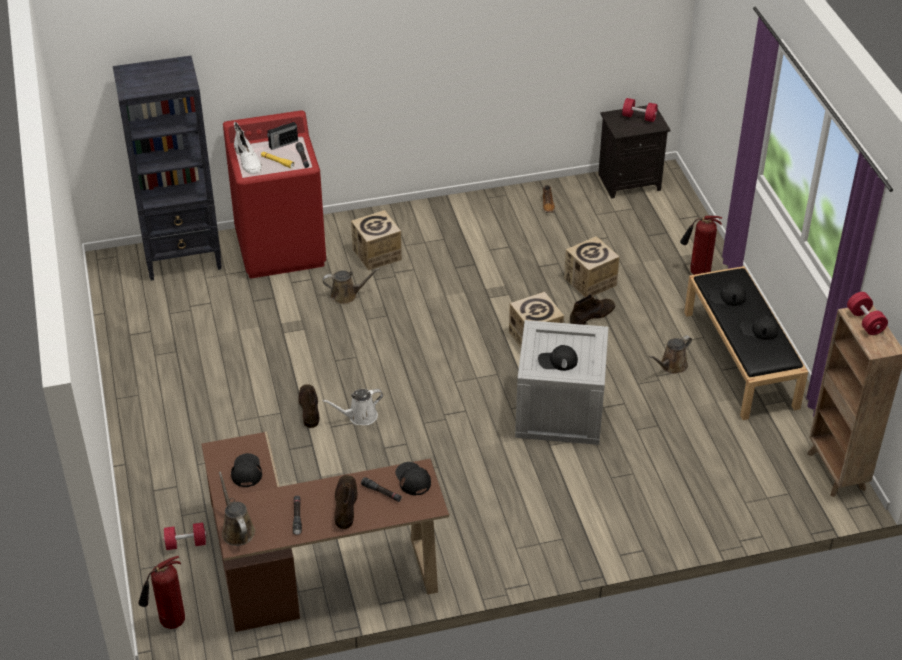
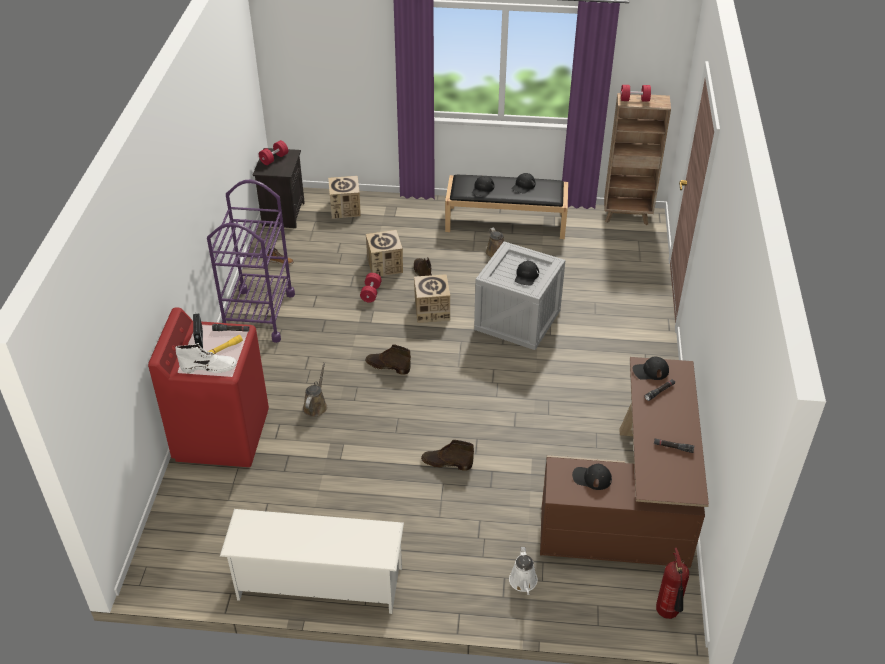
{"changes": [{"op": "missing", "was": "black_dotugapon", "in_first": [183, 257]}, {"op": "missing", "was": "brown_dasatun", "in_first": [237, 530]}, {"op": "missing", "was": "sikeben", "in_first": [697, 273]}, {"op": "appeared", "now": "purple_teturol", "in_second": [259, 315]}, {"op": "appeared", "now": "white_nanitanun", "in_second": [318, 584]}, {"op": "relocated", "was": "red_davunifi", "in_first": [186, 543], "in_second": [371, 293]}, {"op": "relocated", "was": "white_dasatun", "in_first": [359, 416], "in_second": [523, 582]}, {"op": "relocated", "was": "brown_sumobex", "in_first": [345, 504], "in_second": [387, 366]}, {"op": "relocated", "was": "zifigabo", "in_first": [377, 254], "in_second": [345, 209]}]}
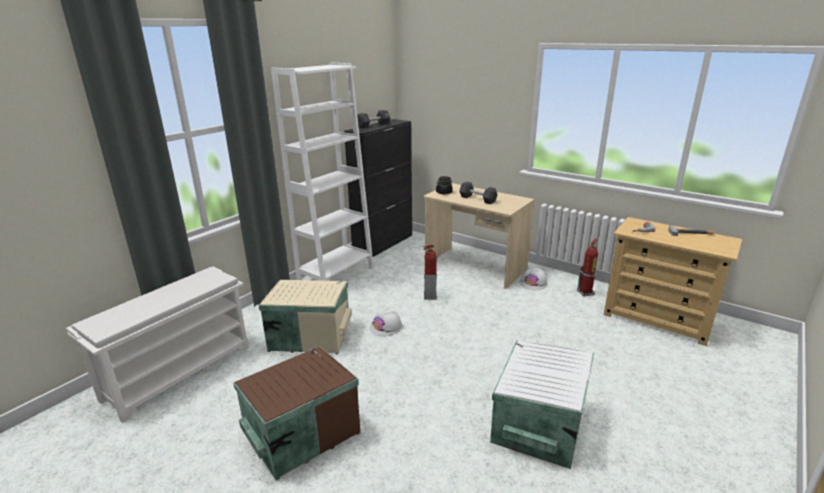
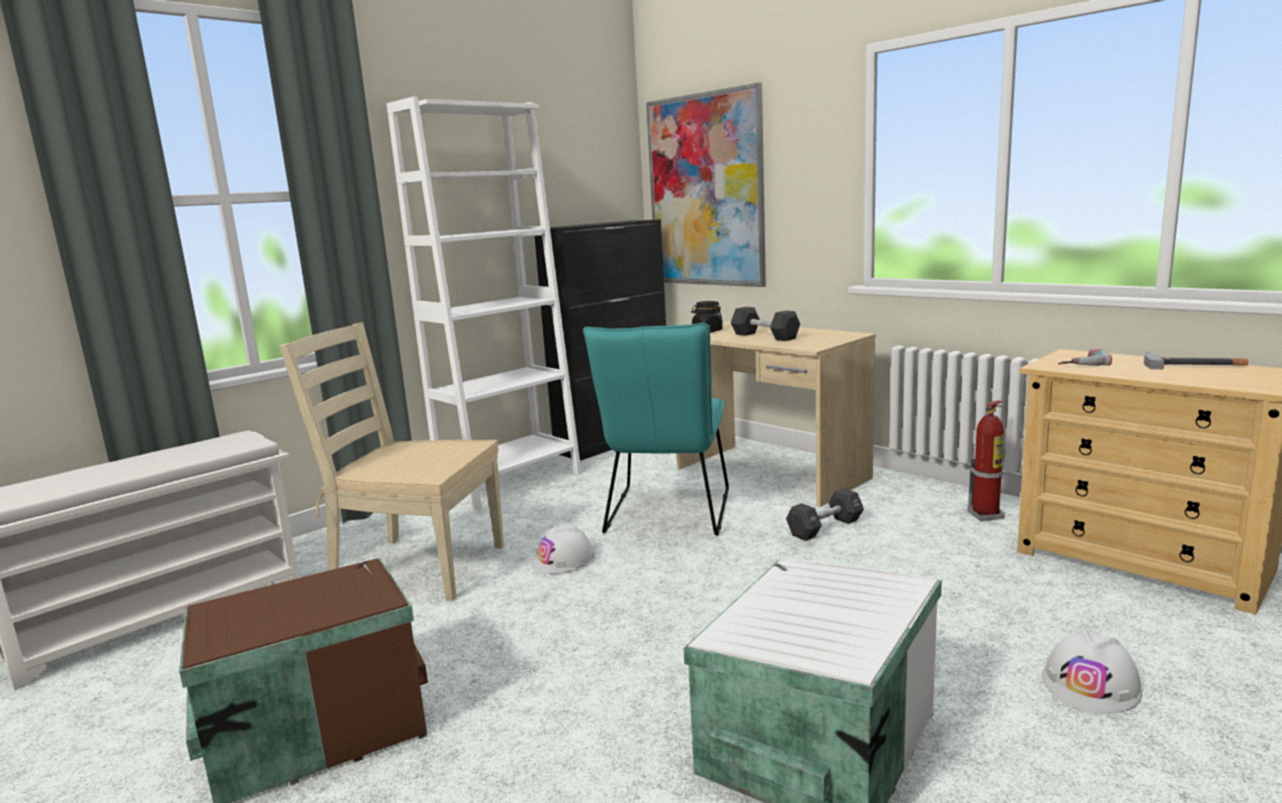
{"changes": [{"op": "appeared", "now": "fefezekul", "in_second": [705, 191]}, {"op": "relocated", "was": "black_davunifi", "in_first": [373, 125], "in_second": [825, 527]}, {"op": "relocated", "was": "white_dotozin", "in_first": [533, 283], "in_second": [1091, 685]}, {"op": "exchanged", "was": "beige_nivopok", "now": "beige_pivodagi", "in_first": [309, 334], "in_second": [418, 567]}, {"op": "exchanged", "was": "sikeben", "now": "turquoise_pivodagi", "in_first": [429, 296], "in_second": [666, 515]}]}
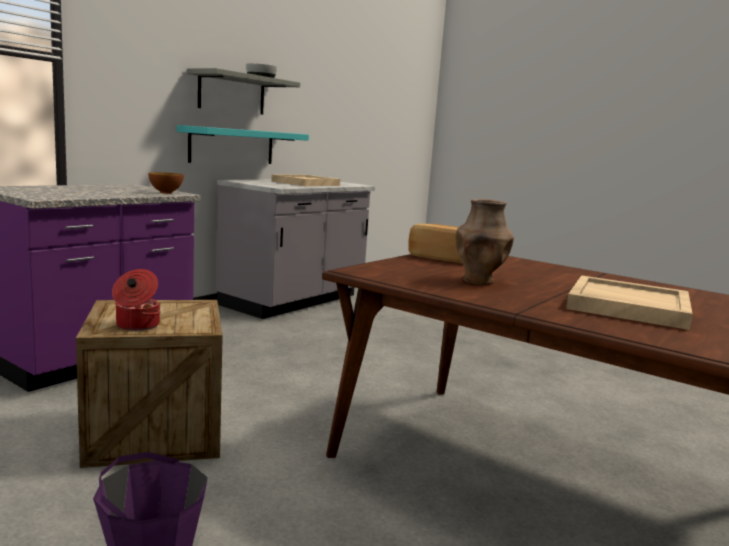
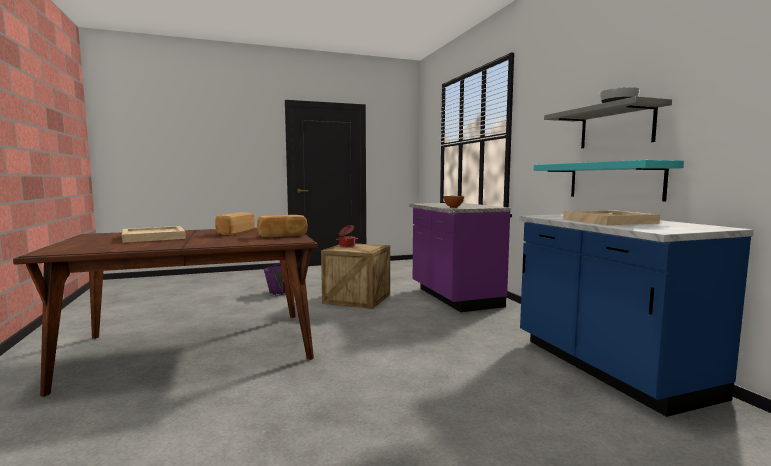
{"changes": [{"op": "exchanged", "was": "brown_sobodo", "now": "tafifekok", "in_first": [478, 281], "in_second": [234, 232]}, {"op": "colour", "was": "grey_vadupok", "now": "blue_vadupok", "in_first": [295, 301], "in_second": [608, 368]}]}
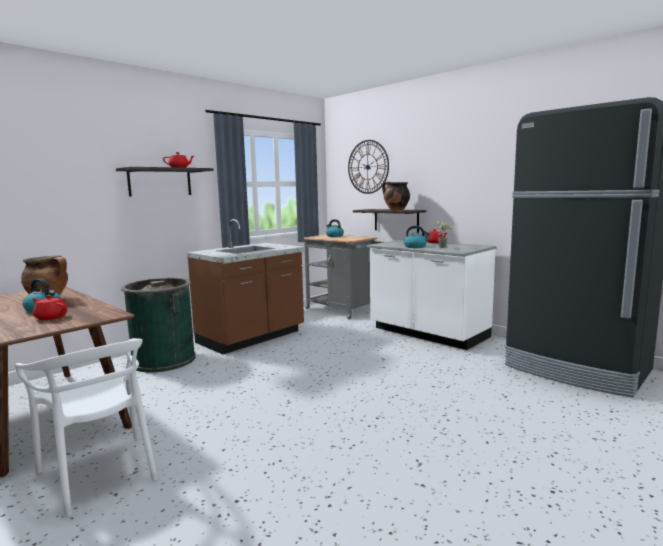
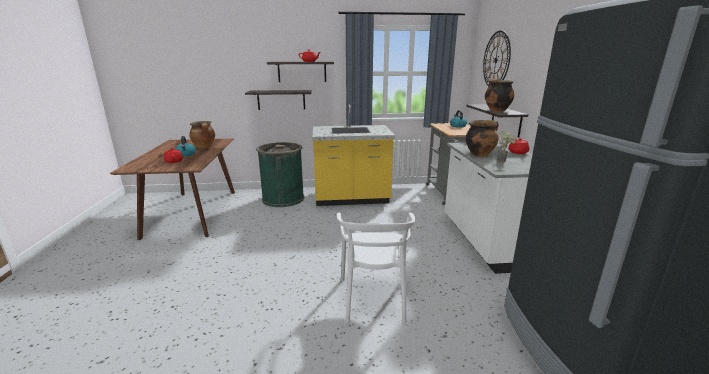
{"changes": [{"op": "appeared", "now": "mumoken", "in_second": [281, 100]}, {"op": "relocated", "was": "white_pivodagi", "in_first": [100, 473], "in_second": [374, 298]}, {"op": "exchanged", "was": "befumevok", "now": "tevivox", "in_first": [415, 247], "in_second": [479, 154]}, {"op": "colour", "was": "brown_vadupok", "now": "yellow_vadupok", "in_first": [252, 337], "in_second": [351, 198]}]}
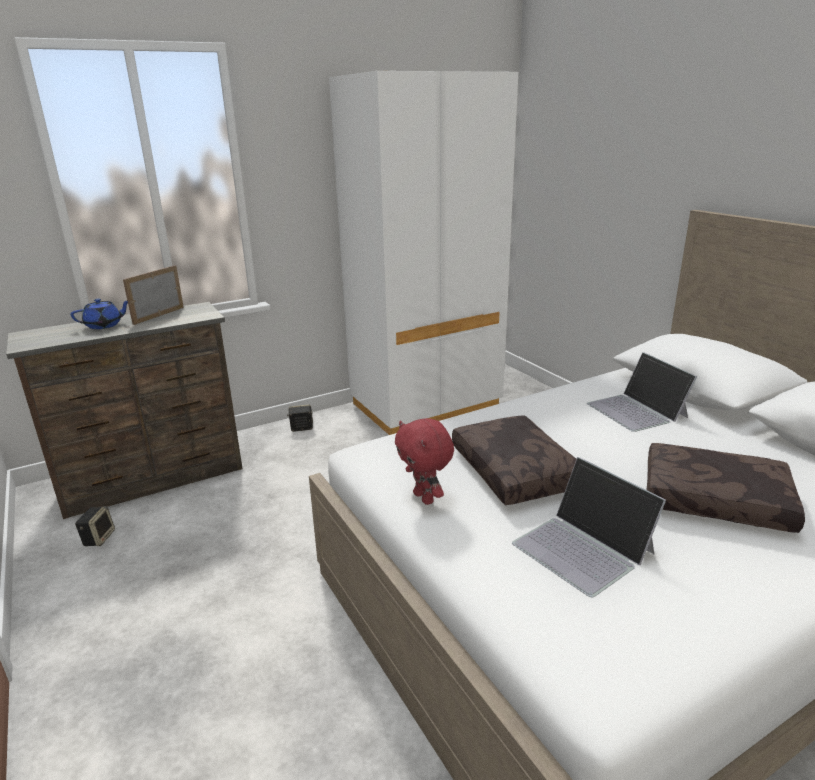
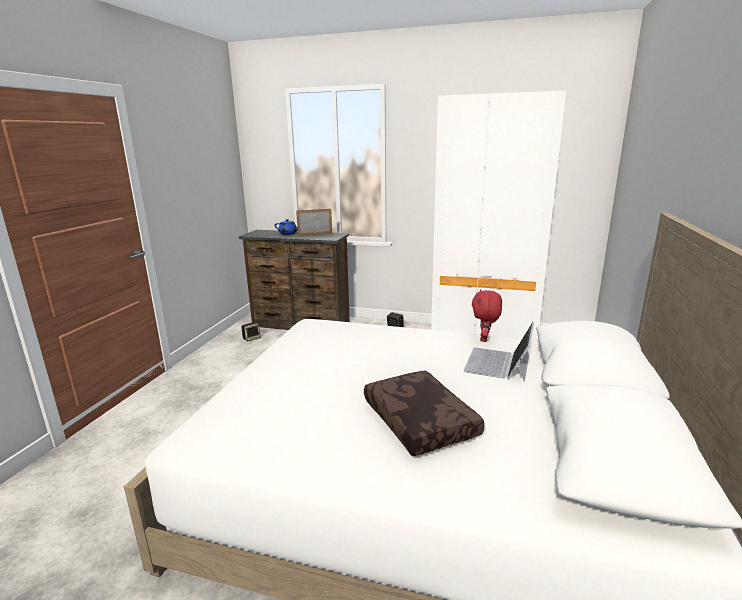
{"changes": [{"op": "missing", "was": "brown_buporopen", "in_first": [517, 471]}, {"op": "missing", "was": "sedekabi", "in_first": [583, 548]}, {"op": "relocated", "was": "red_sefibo", "in_first": [425, 498], "in_second": [485, 339]}]}
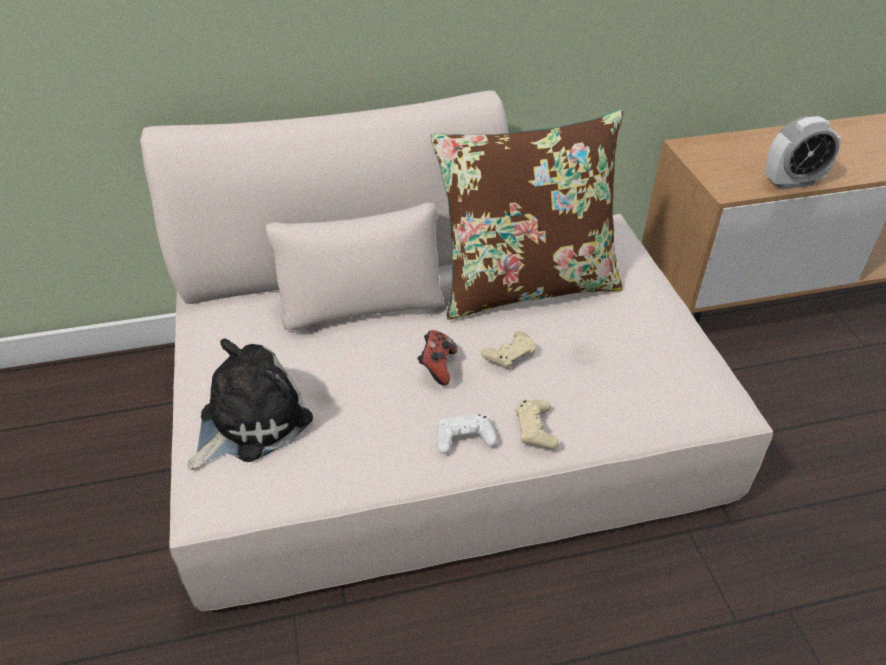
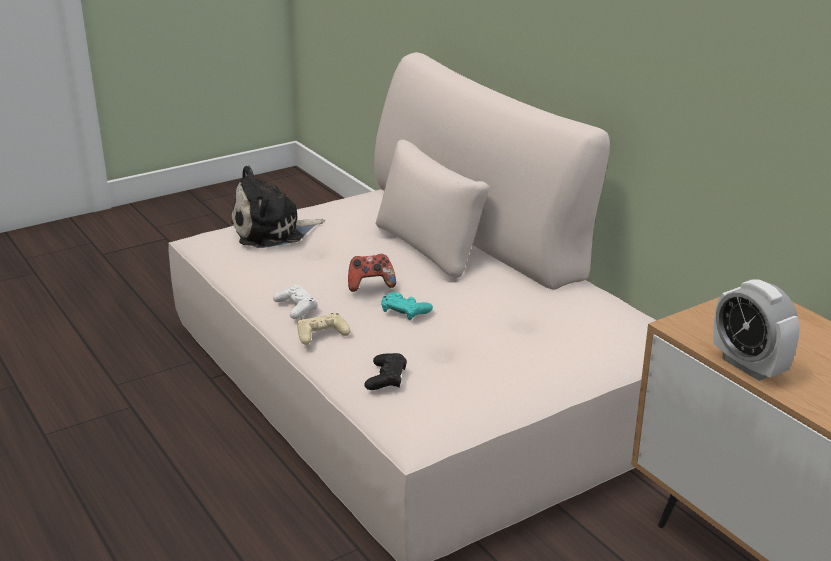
{"changes": [{"op": "missing", "was": "brown_buporopen", "in_first": [526, 285]}, {"op": "appeared", "now": "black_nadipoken", "in_second": [386, 378]}, {"op": "colour", "was": "beige_nadipoken", "now": "turquoise_nadipoken", "in_first": [510, 355], "in_second": [405, 311]}, {"op": "spun", "was": "sefibo", "in_first": [249, 421], "in_second": [272, 231], "clockwise": 135}]}
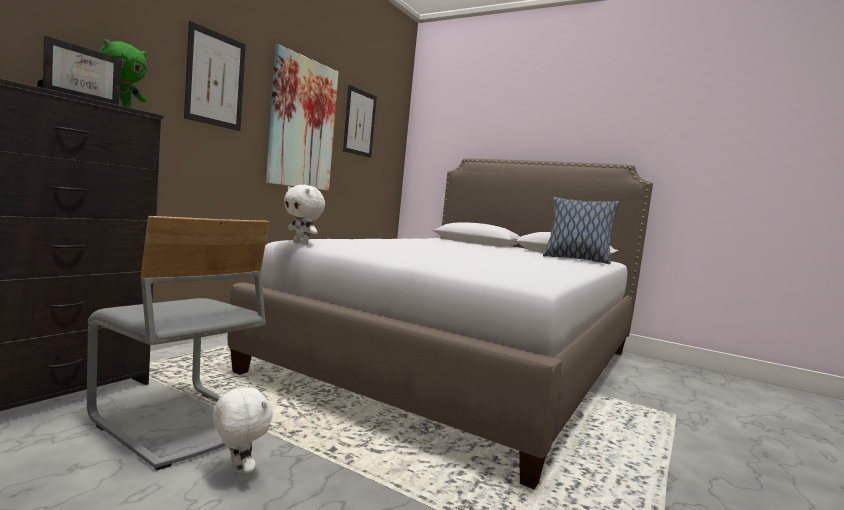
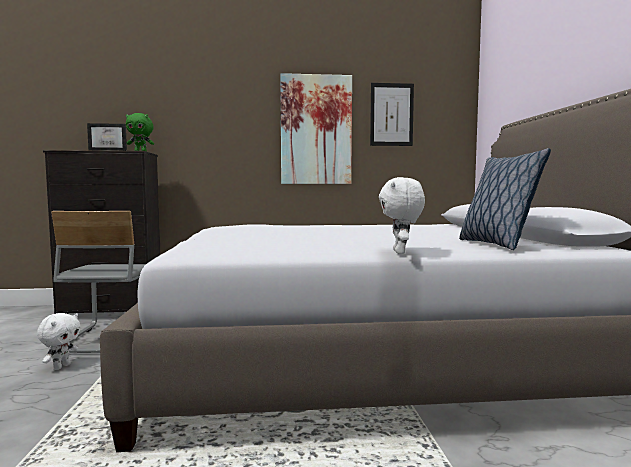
{"changes": [{"op": "missing", "was": "fefezekul", "in_first": [215, 79]}, {"op": "relocated", "was": "white_sefibo", "in_first": [301, 243], "in_second": [401, 252]}]}
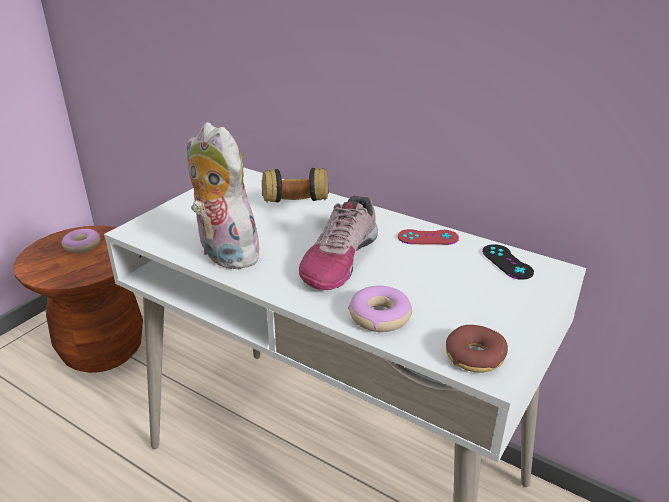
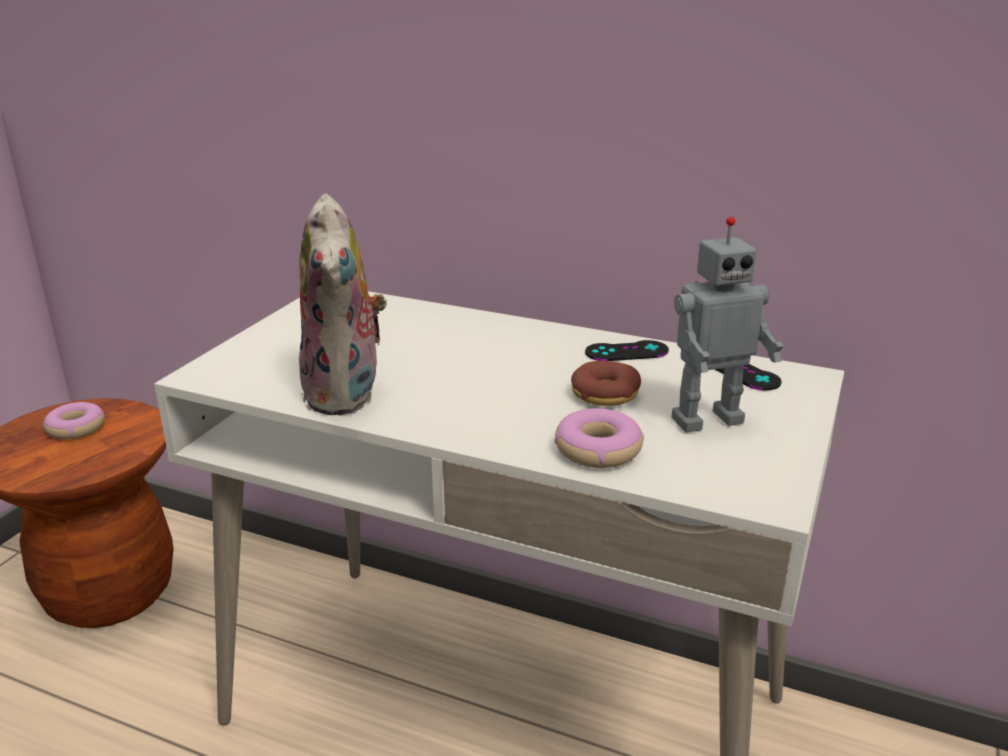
{"changes": [{"op": "missing", "was": "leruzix", "in_first": [296, 213]}, {"op": "missing", "was": "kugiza", "in_first": [339, 259]}, {"op": "appeared", "now": "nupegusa", "in_second": [705, 419]}, {"op": "relocated", "was": "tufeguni", "in_first": [474, 356], "in_second": [604, 394]}, {"op": "colour", "was": "red_nadipoken", "now": "black_nadipoken", "in_first": [428, 237], "in_second": [626, 351]}, {"op": "spun", "was": "sefibo", "in_first": [224, 254], "in_second": [347, 394], "clockwise": -135}]}
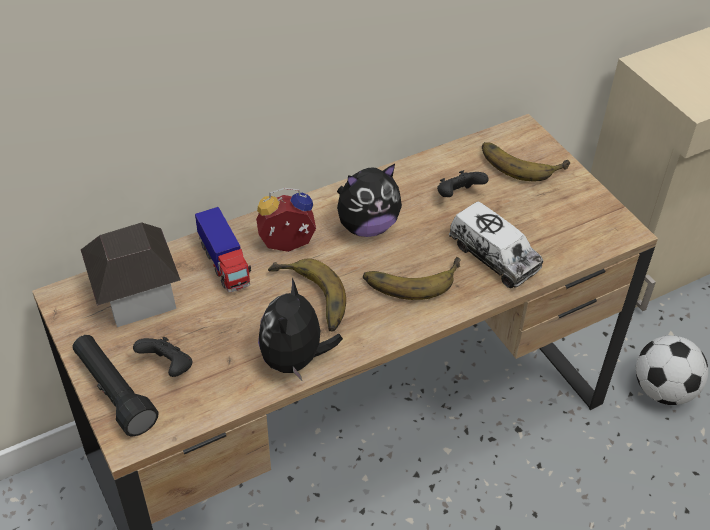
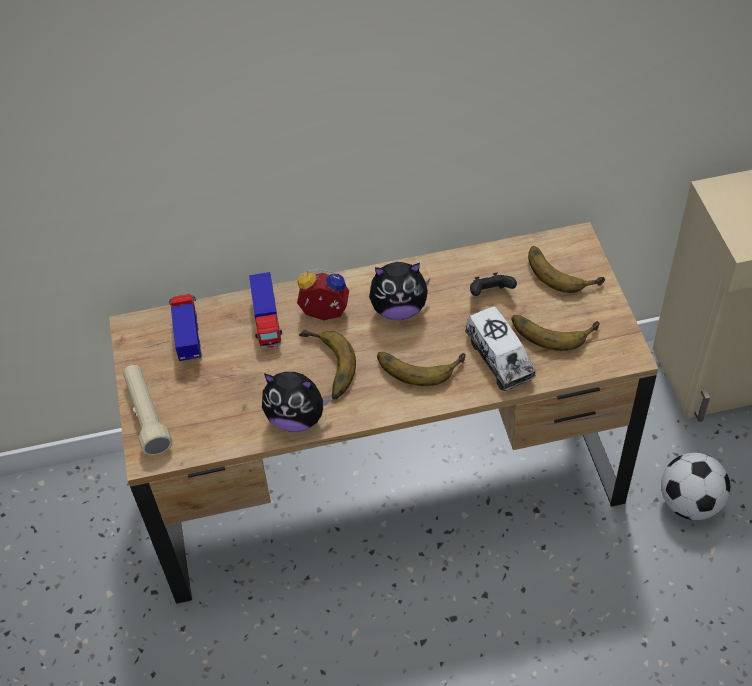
{"changes": [{"op": "missing", "was": "black_nadipoken", "in_first": [168, 367]}, {"op": "appeared", "now": "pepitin", "in_second": [552, 328]}, {"op": "exchanged", "was": "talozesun", "now": "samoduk", "in_first": [137, 296], "in_second": [188, 337]}, {"op": "colour", "was": "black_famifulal", "now": "beige_famifulal", "in_first": [114, 392], "in_second": [147, 416]}, {"op": "spun", "was": "sefibo", "in_first": [295, 360], "in_second": [296, 418], "clockwise": -105}]}
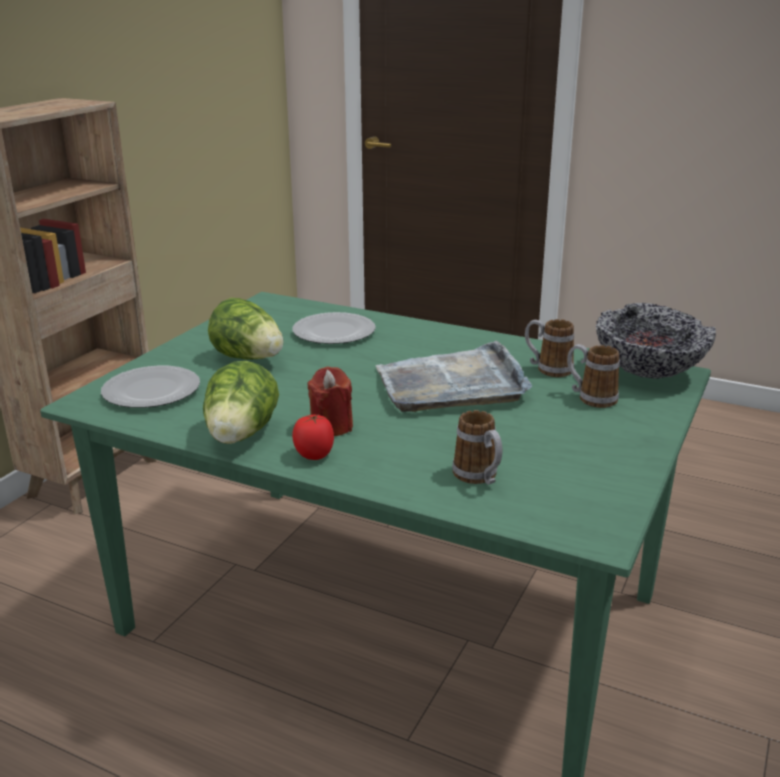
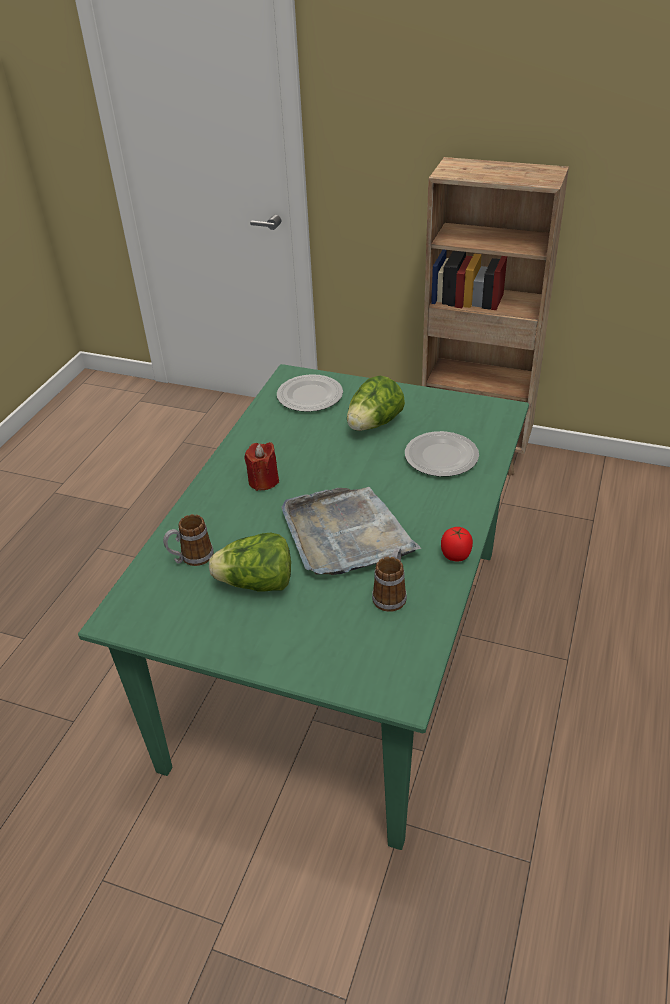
{"changes": [{"op": "missing", "was": "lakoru", "in_first": [590, 398]}, {"op": "missing", "was": "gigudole", "in_first": [649, 372]}, {"op": "relocated", "was": "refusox", "in_first": [241, 436], "in_second": [256, 583]}, {"op": "relocated", "was": "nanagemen", "in_first": [314, 455], "in_second": [456, 555]}]}
